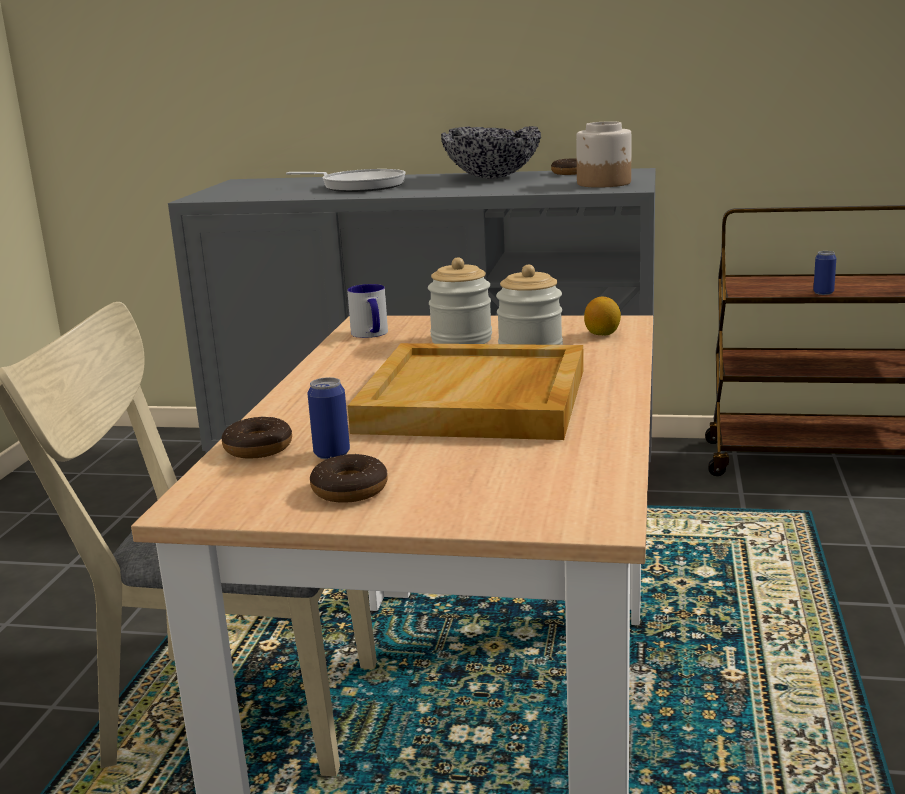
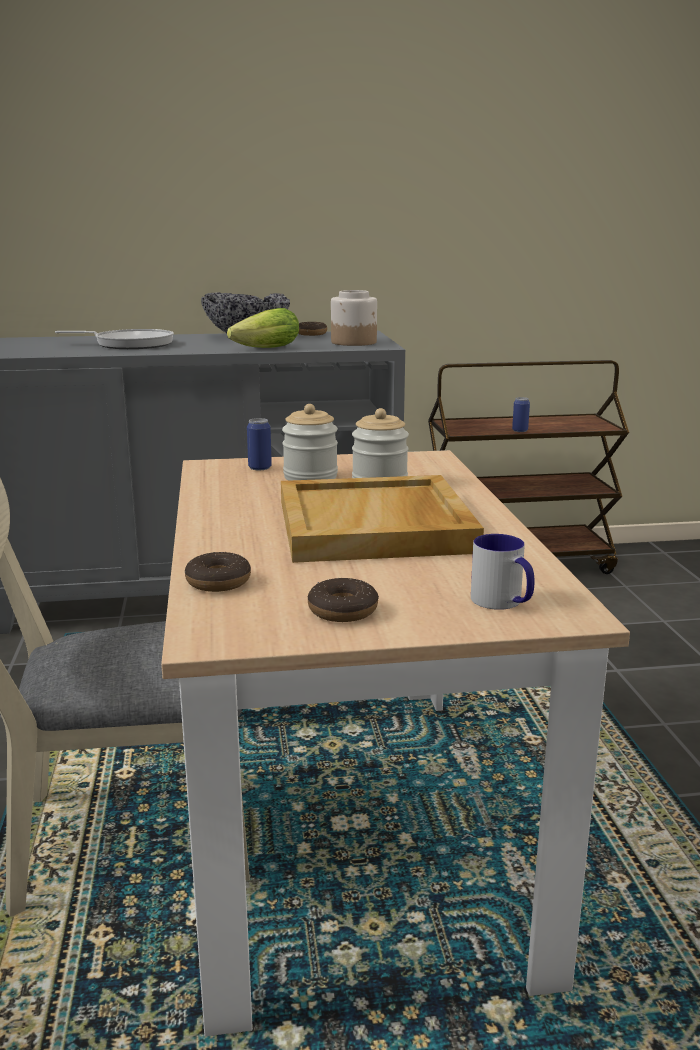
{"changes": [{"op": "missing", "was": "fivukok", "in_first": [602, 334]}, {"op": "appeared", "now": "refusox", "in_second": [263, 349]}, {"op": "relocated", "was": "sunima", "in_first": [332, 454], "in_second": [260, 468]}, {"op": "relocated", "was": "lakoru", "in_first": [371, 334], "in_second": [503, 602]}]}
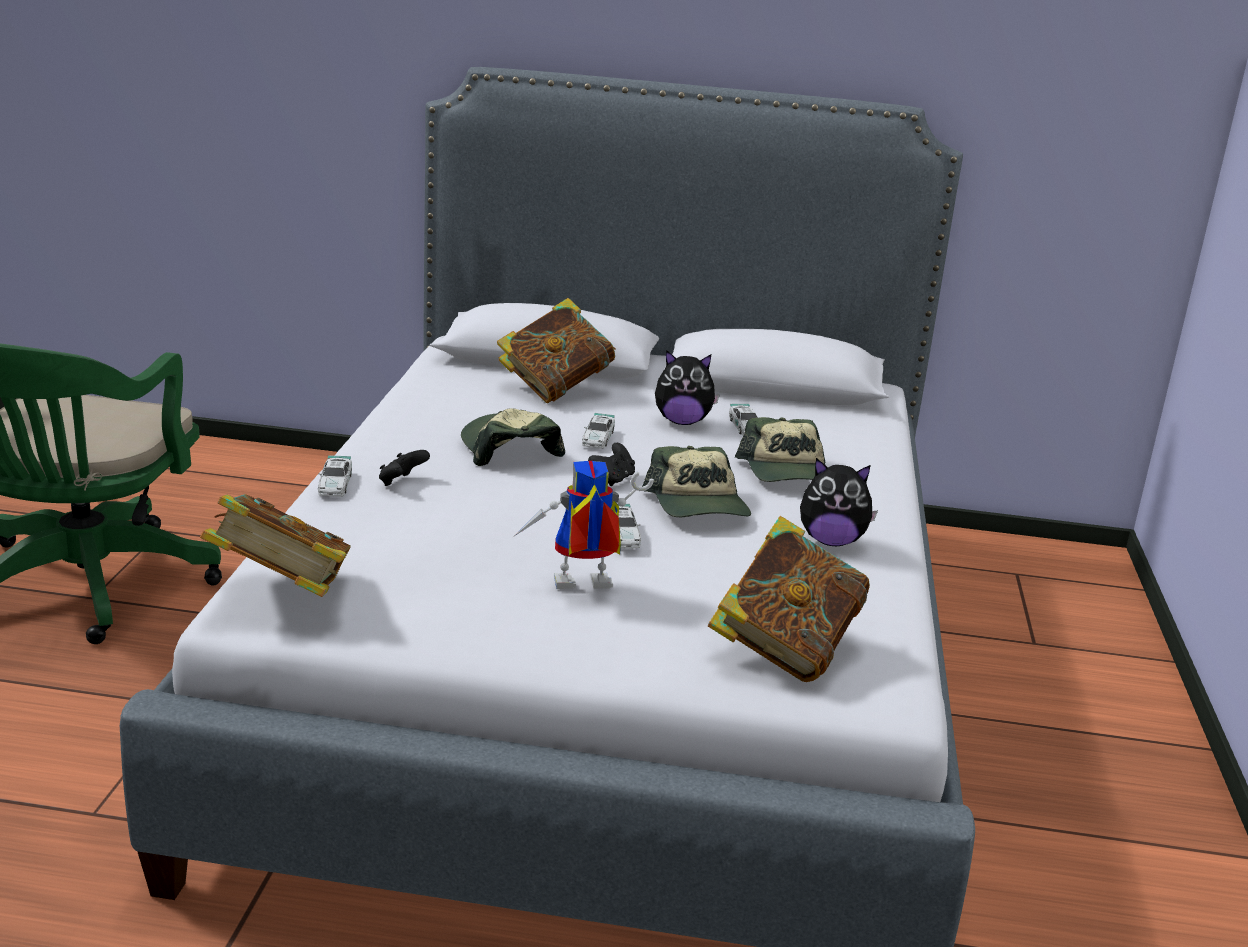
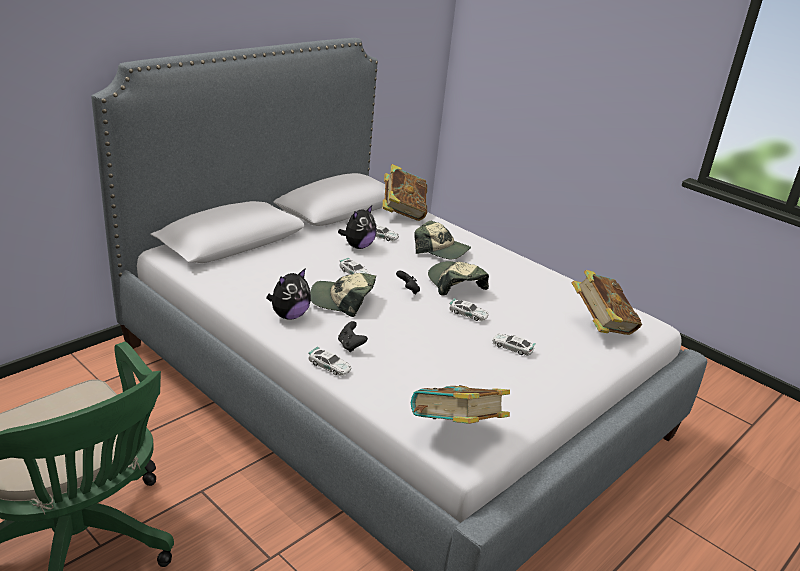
{"changes": [{"op": "relocated", "was": "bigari", "in_first": [555, 389], "in_second": [403, 213]}, {"op": "relocated", "was": "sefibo", "in_first": [831, 541], "in_second": [289, 315]}, {"op": "exchanged", "was": "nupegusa", "now": "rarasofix", "in_first": [578, 588], "in_second": [512, 347]}, {"op": "spun", "was": "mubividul", "in_first": [698, 505], "in_second": [455, 284], "clockwise": -135}]}
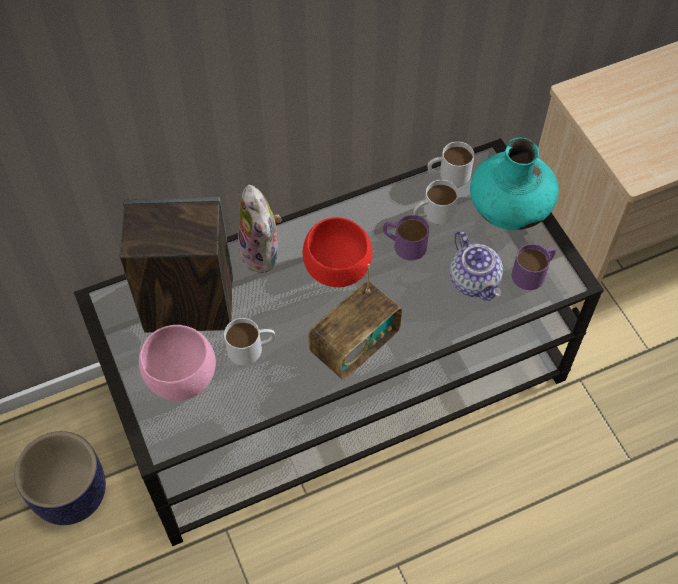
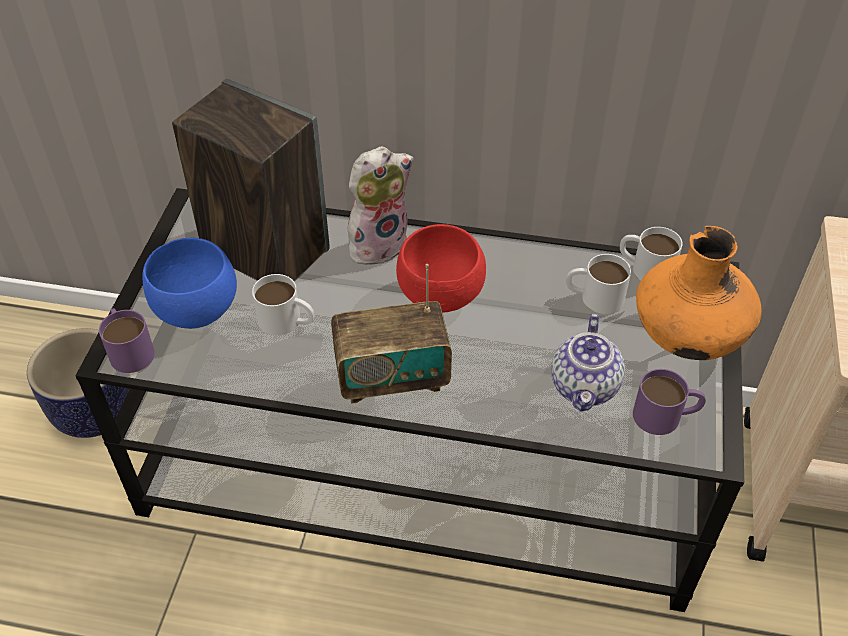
{"changes": [{"op": "relocated", "was": "purple_lakoru", "in_first": [404, 244], "in_second": [129, 349]}, {"op": "colour", "was": "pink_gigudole", "now": "blue_gigudole", "in_first": [181, 380], "in_second": [195, 312]}, {"op": "colour", "was": "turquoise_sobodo", "now": "orange_sobodo", "in_first": [509, 210], "in_second": [688, 337]}, {"op": "spun", "was": "sefibo", "in_first": [263, 254], "in_second": [378, 244], "clockwise": -135}]}
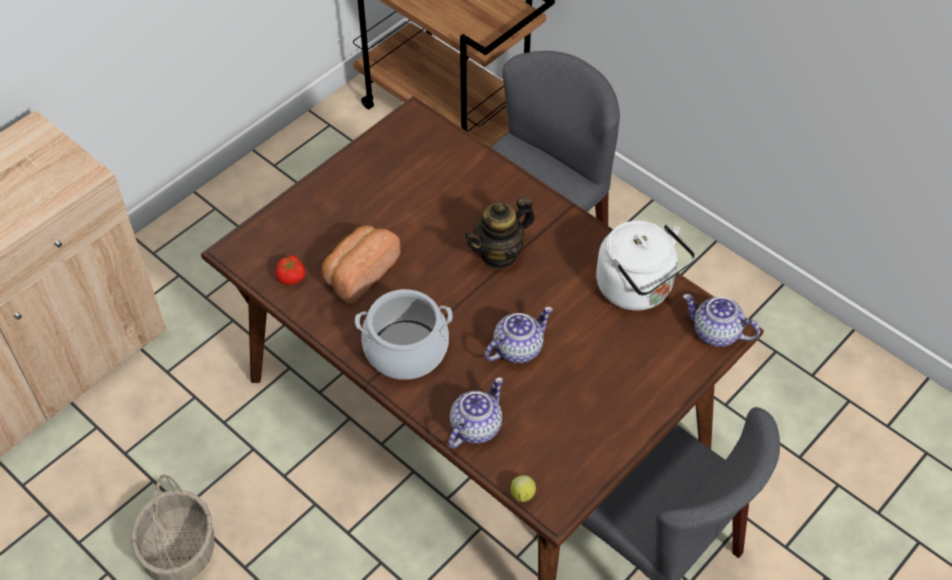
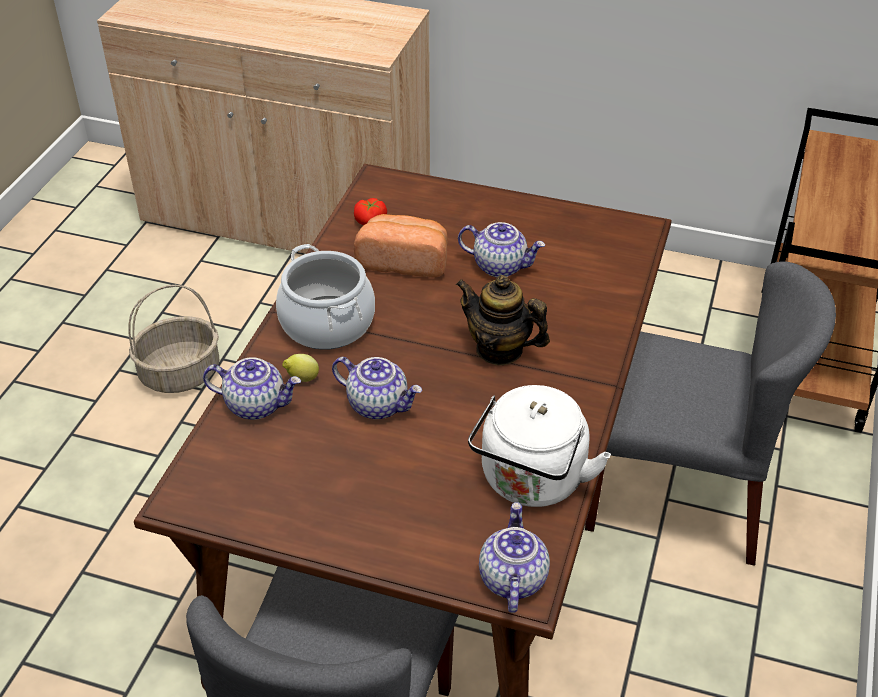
{"changes": [{"op": "appeared", "now": "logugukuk", "in_second": [500, 266]}, {"op": "relocated", "was": "fivukok", "in_first": [522, 496], "in_second": [302, 379]}]}
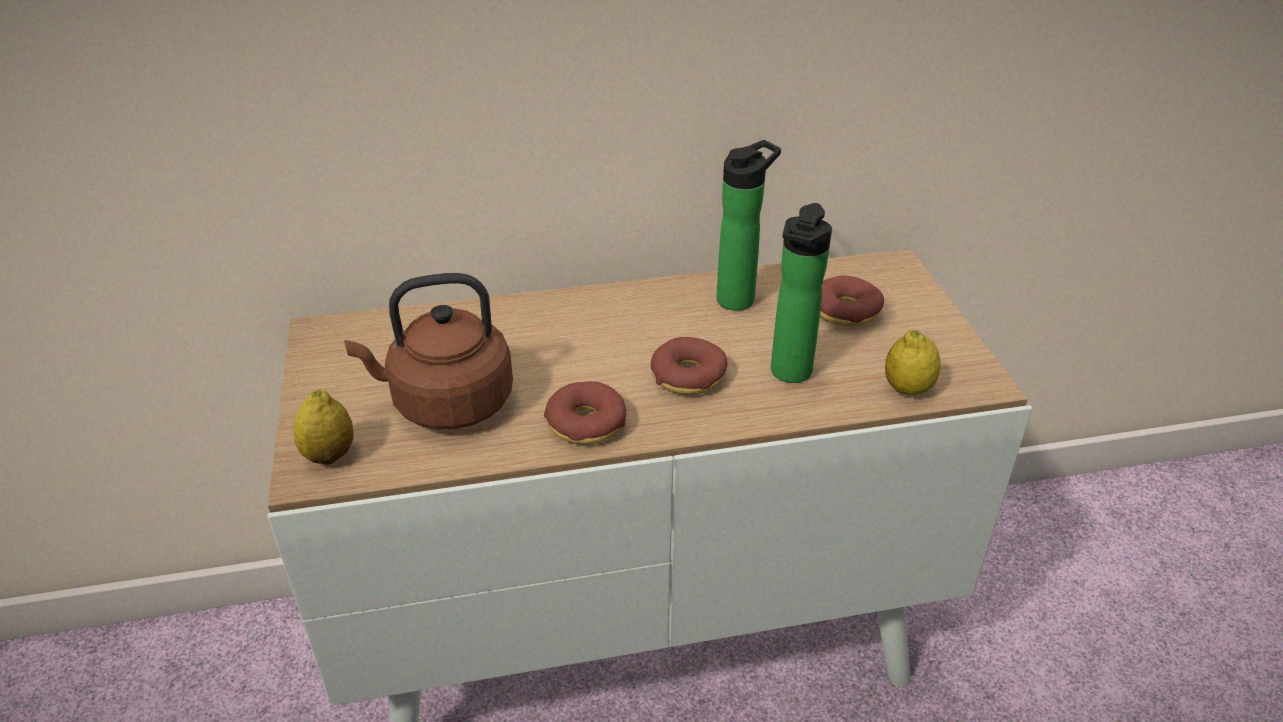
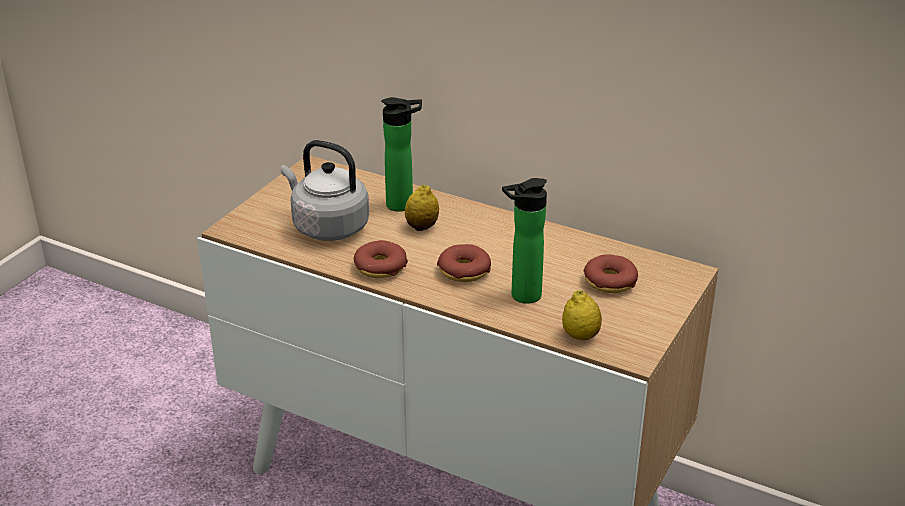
{"changes": [{"op": "relocated", "was": "fivukok", "in_first": [329, 455], "in_second": [422, 227]}, {"op": "relocated", "was": "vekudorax", "in_first": [740, 298], "in_second": [404, 205]}, {"op": "colour", "was": "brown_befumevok", "now": "grey_befumevok", "in_first": [446, 403], "in_second": [327, 227]}]}
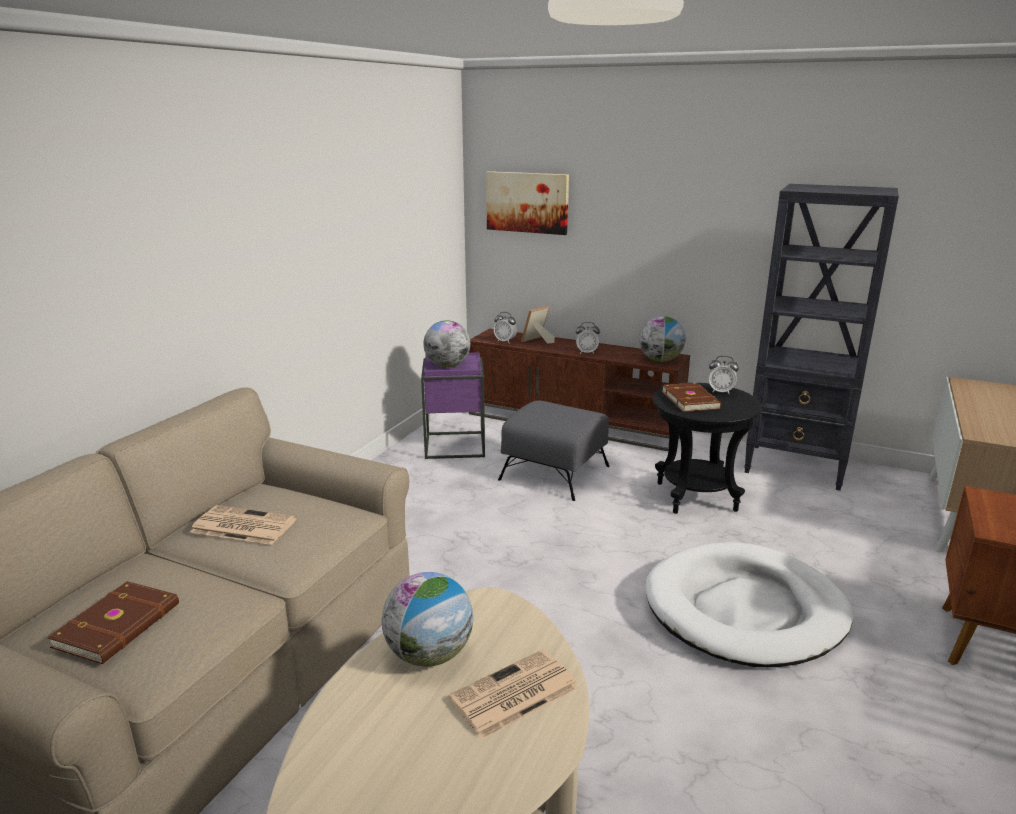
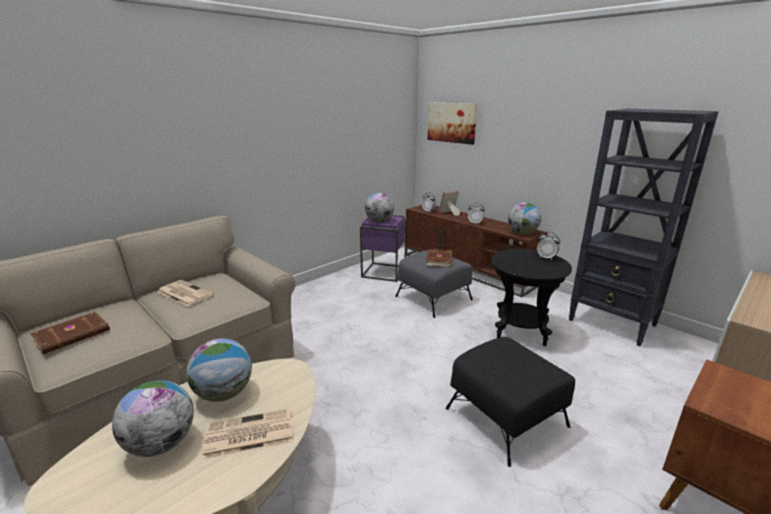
{"changes": [{"op": "appeared", "now": "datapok", "in_second": [161, 444]}, {"op": "relocated", "was": "brown_bigari", "in_first": [691, 400], "in_second": [440, 260]}, {"op": "exchanged", "was": "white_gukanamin", "now": "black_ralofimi", "in_first": [745, 610], "in_second": [506, 418]}]}
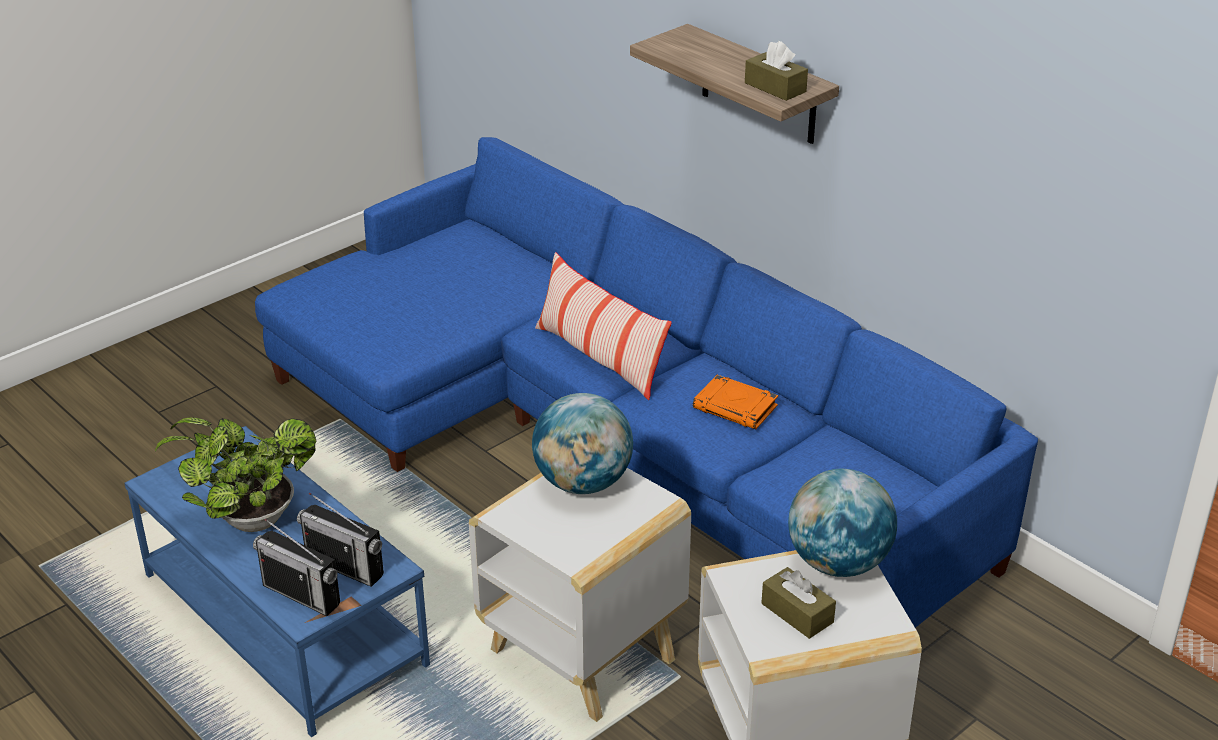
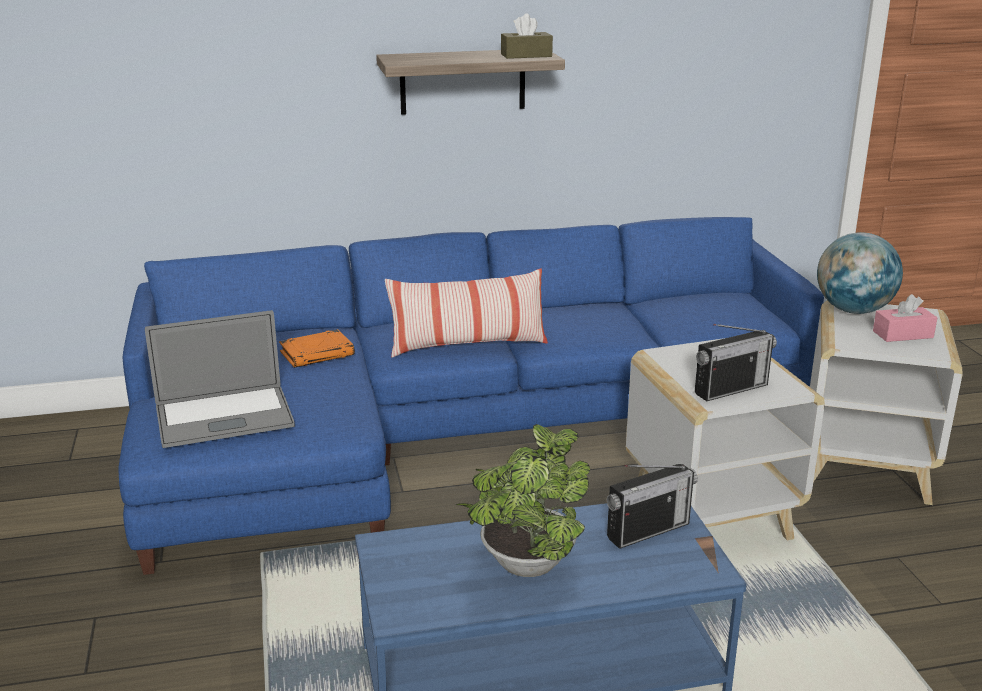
{"changes": [{"op": "missing", "was": "datapok", "in_first": [582, 483]}, {"op": "appeared", "now": "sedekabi", "in_second": [224, 417]}, {"op": "relocated", "was": "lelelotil", "in_first": [301, 594], "in_second": [731, 389]}, {"op": "relocated", "was": "orange_bigari", "in_first": [736, 407], "in_second": [317, 353]}, {"op": "colour", "was": "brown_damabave", "now": "pink_damabave", "in_first": [797, 613], "in_second": [903, 334]}]}
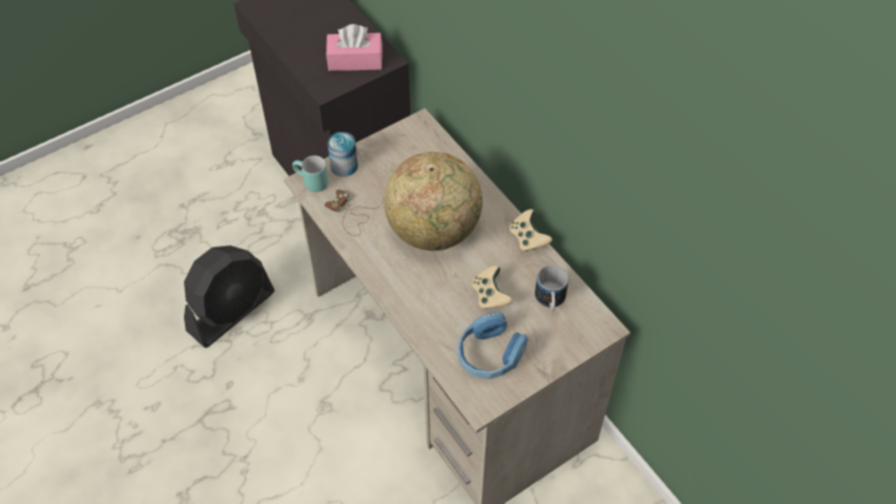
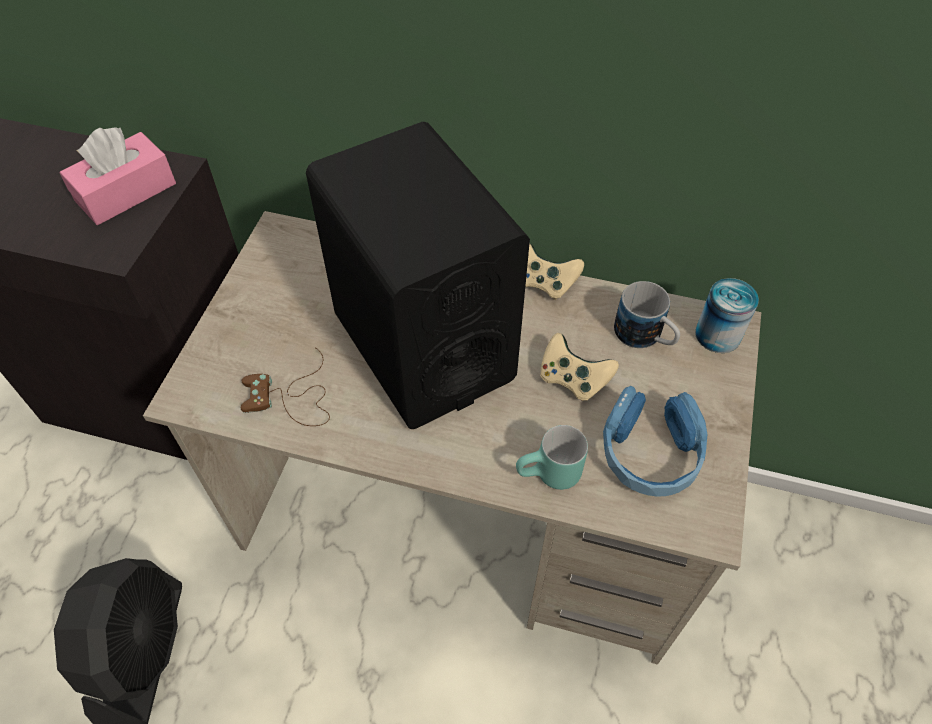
{"changes": [{"op": "relocated", "was": "turquoise_lakoru", "in_first": [310, 183], "in_second": [549, 477]}, {"op": "relocated", "was": "sunima", "in_first": [344, 166], "in_second": [718, 335]}, {"op": "exchanged", "was": "datapok", "now": "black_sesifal", "in_first": [434, 230], "in_second": [423, 346]}]}
